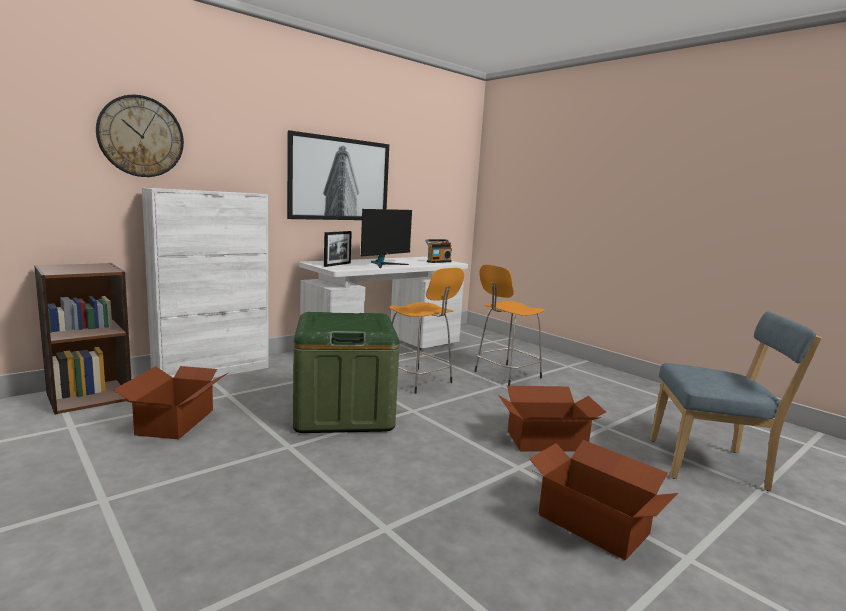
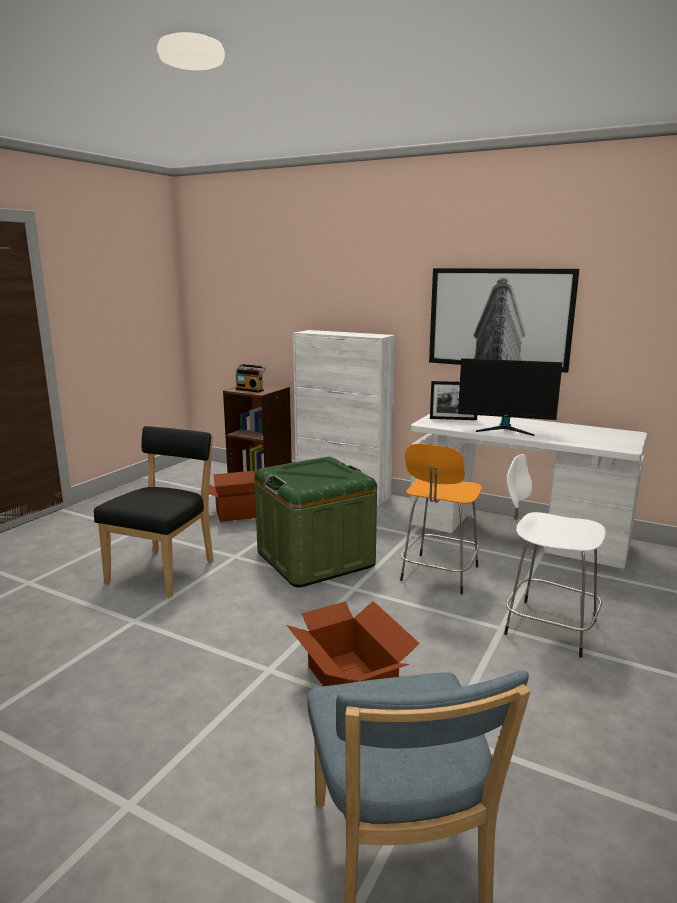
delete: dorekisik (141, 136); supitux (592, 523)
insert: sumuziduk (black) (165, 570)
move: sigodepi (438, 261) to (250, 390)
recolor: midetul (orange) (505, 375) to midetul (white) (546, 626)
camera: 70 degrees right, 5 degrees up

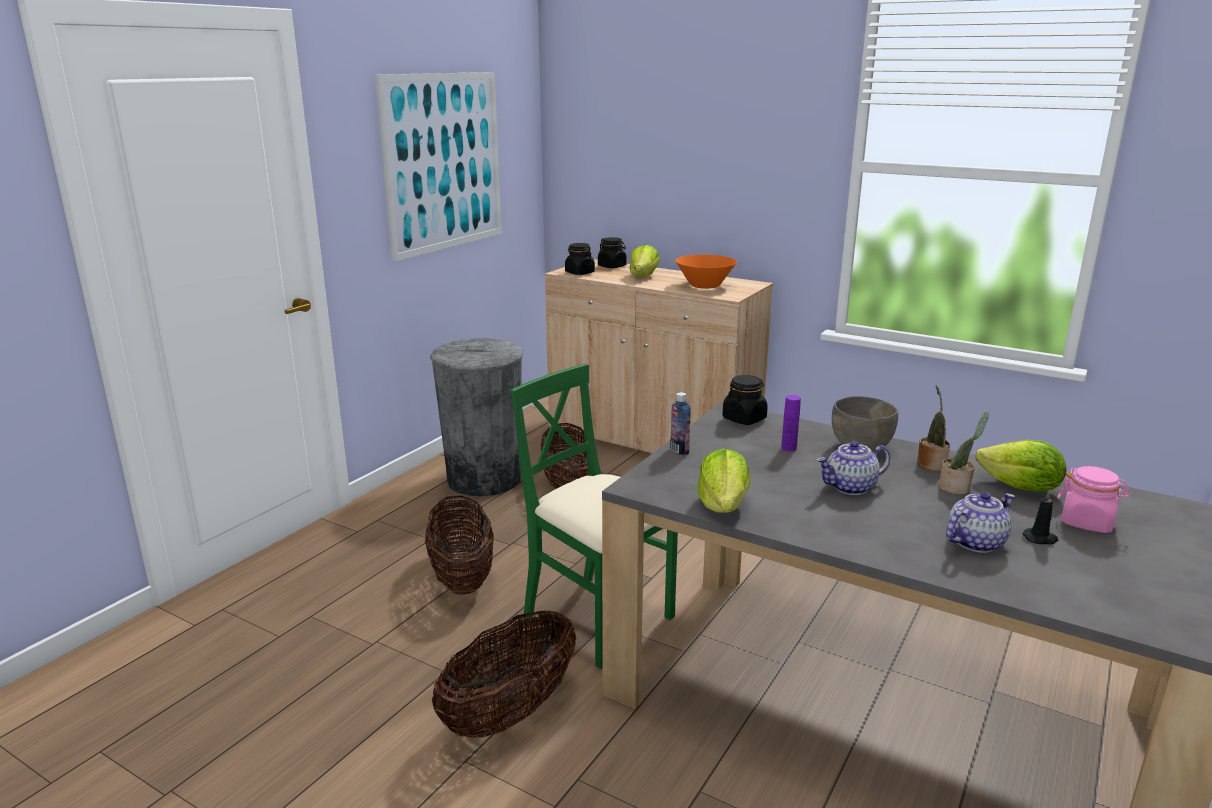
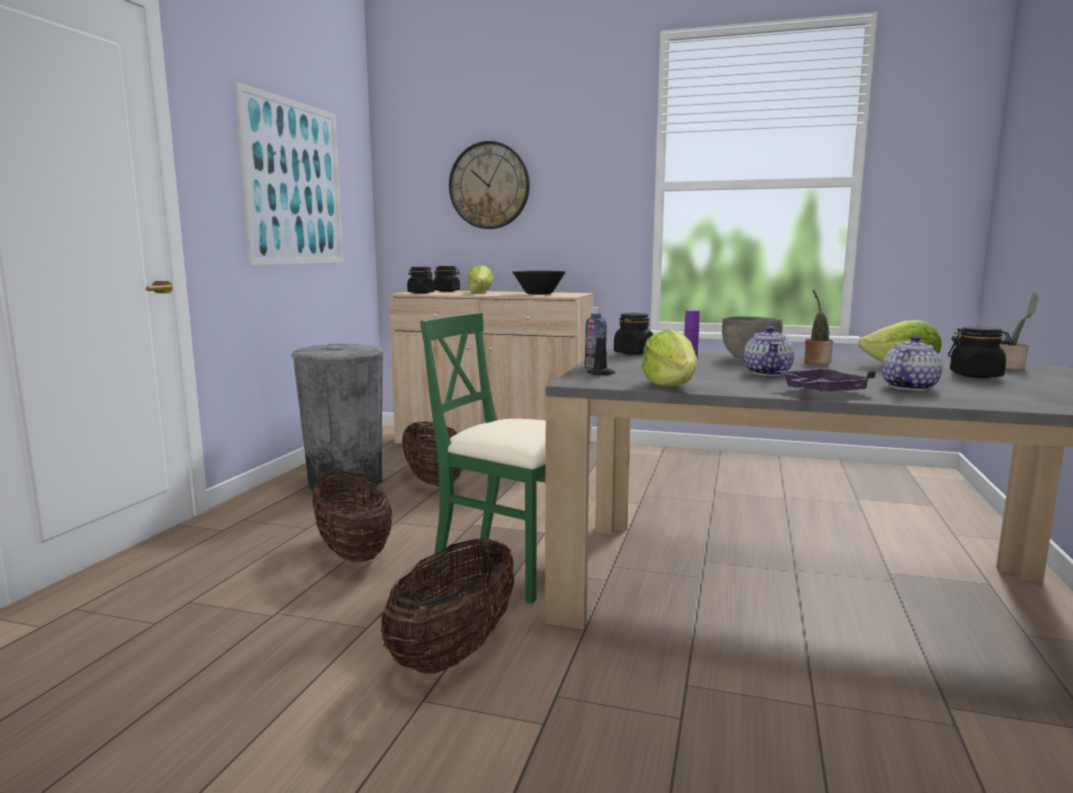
insert: dorekisik (489, 185); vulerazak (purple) (821, 392)
move: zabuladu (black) (1040, 539) to (601, 373); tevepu (957, 488) to (1011, 367)
recolor: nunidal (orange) (705, 286) to nunidal (black) (539, 294); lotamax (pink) (1087, 522) to lotamax (black) (976, 375)
rotate: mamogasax (850, 487) = (768, 373) 45 degrees counterclockwise
camera: 15 degrees left, 10 degrees down

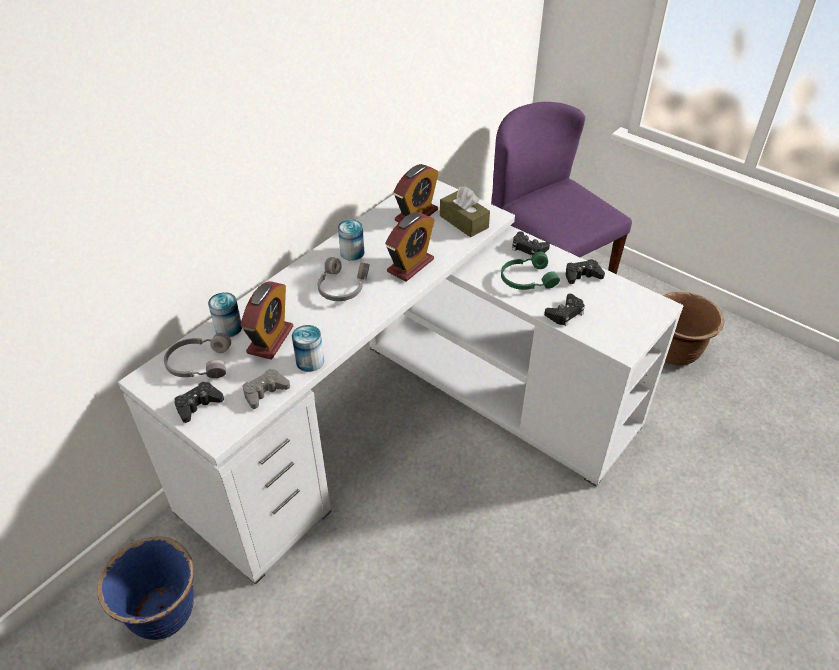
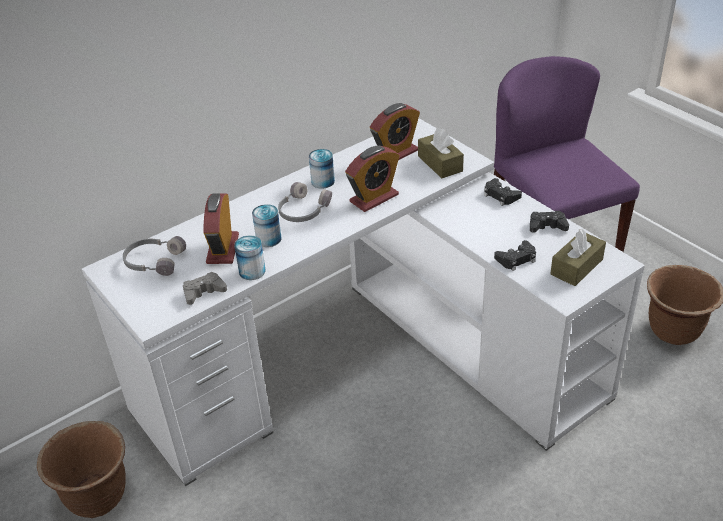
delete: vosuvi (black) (198, 405); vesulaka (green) (526, 279)
insert: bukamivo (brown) (576, 267)
move: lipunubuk (228, 328) to (268, 239)
recolor: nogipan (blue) (163, 613) to nogipan (brown) (97, 496)
rotate: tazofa (270, 340) = (223, 249) 150 degrees clockwise
camera: 15 degrees right, 5 degrees down

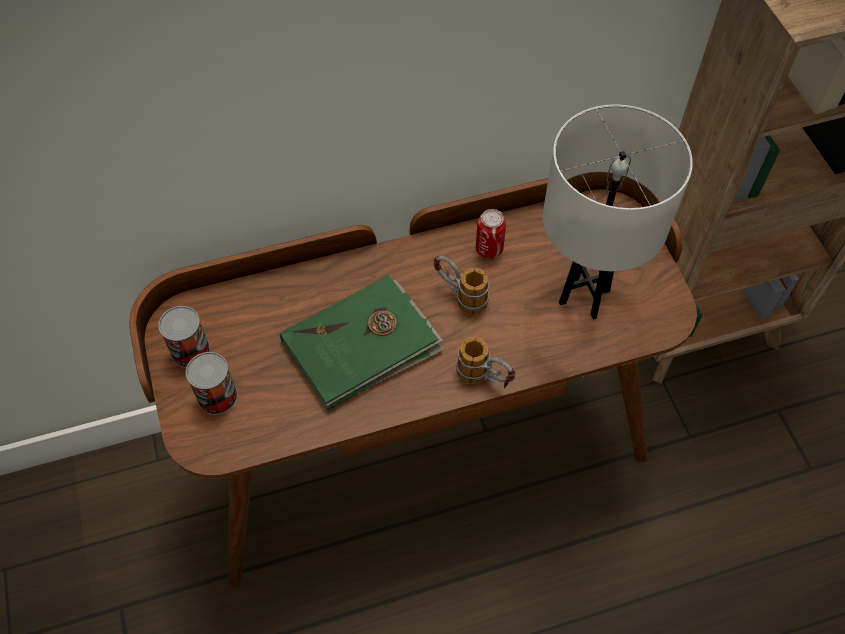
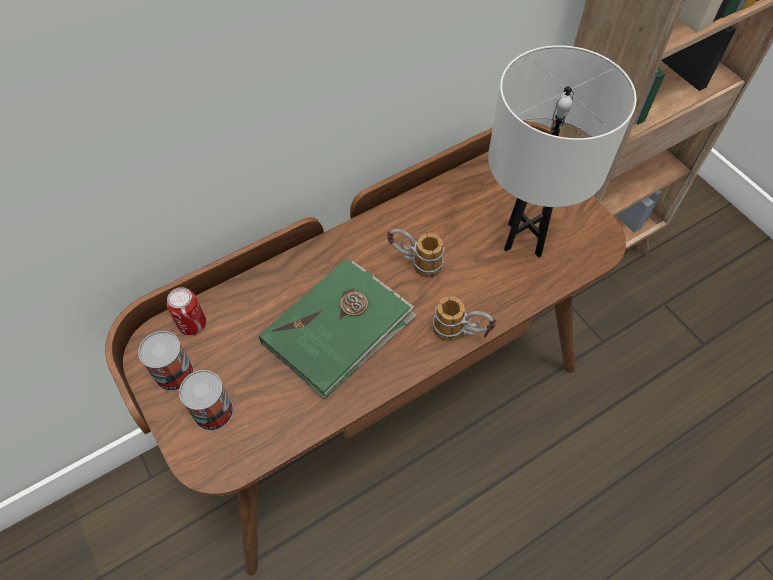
move: lipunubuk (489, 249) to (192, 324)
camera: 15 degrees left, 0 degrees up

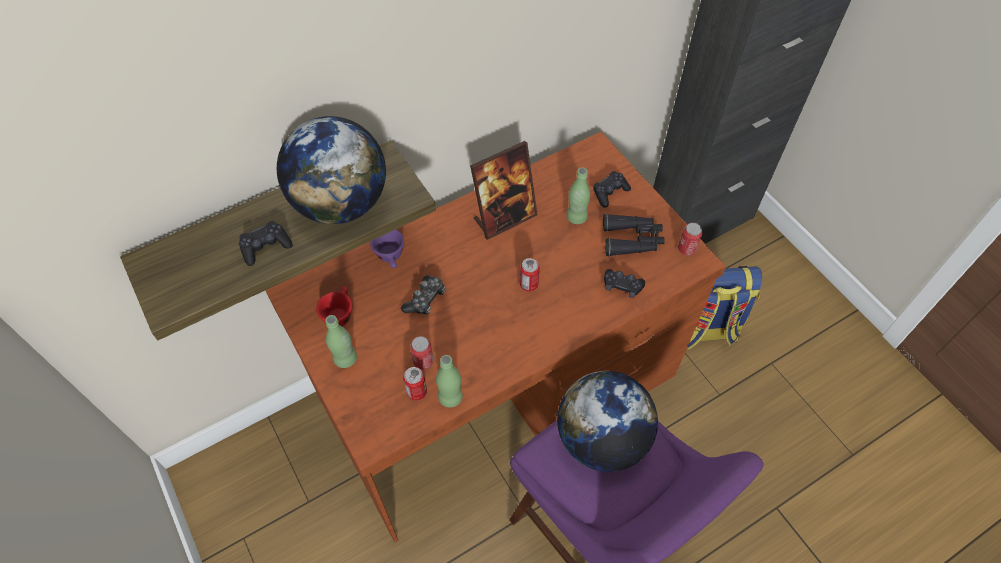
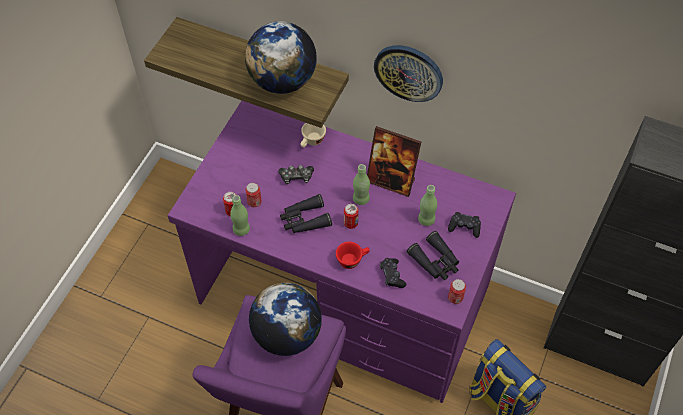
delete: vosuvi (black) (266, 247)
insert: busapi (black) (304, 220); dorekisik (409, 72)
move: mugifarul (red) (339, 313) to (352, 259); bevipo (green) (345, 359) to (361, 199)
recolor: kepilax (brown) (499, 389) to kepilax (purple) (344, 296); mugifarul (purple) (391, 257) to mugifarul (beige) (312, 142)
camera: 55 degrees right, 0 degrees up

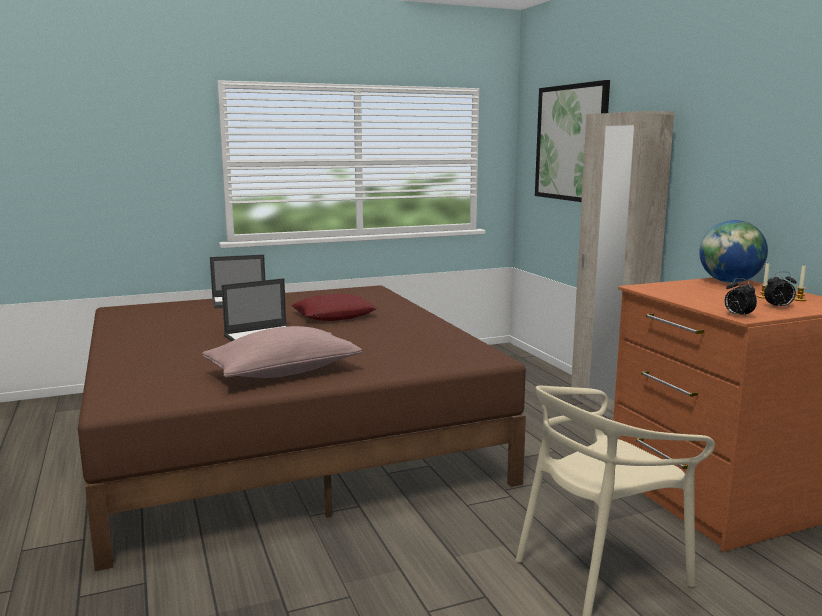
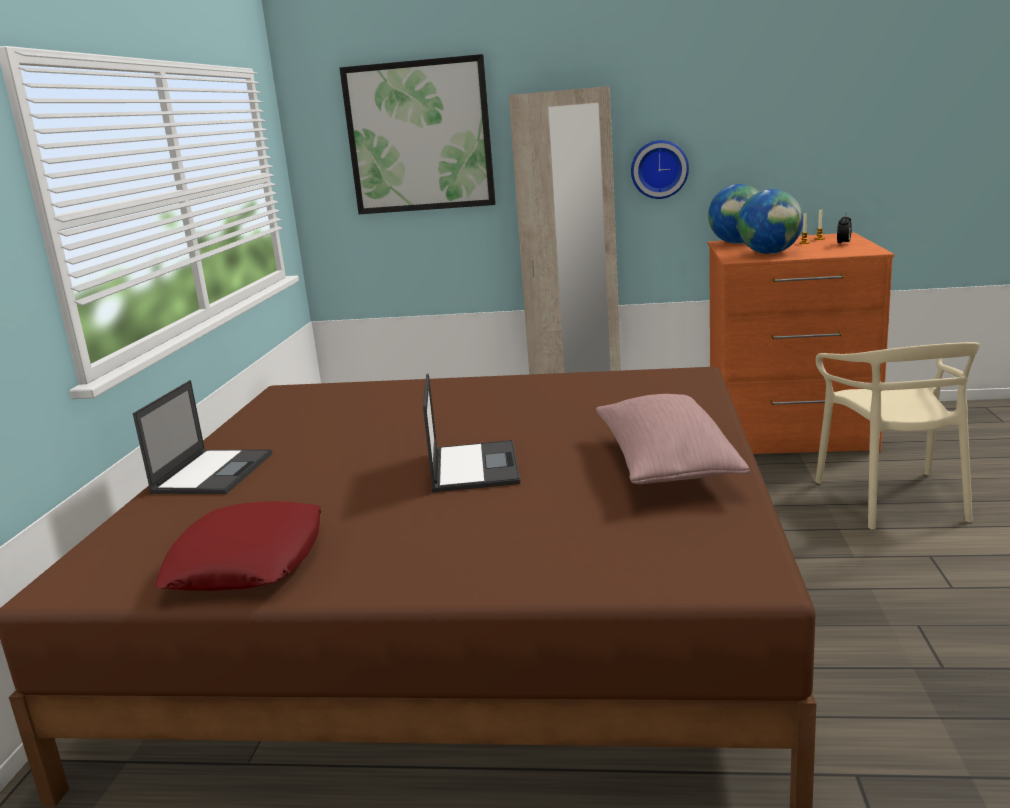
delete: tazofa (737, 315)
insert: dorekisik (659, 169); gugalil (769, 253)
move: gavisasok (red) (334, 315) to (247, 560)
camera: 60 degrees left, 5 degrees up

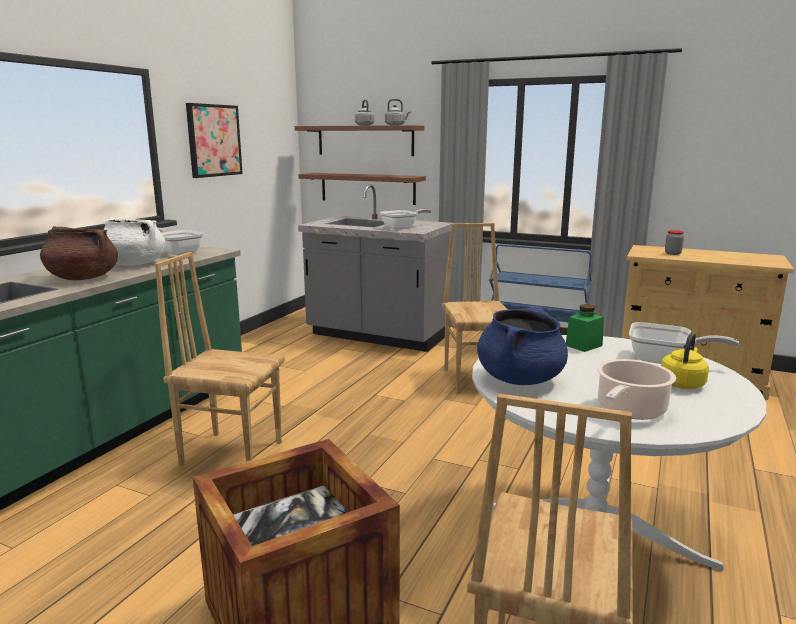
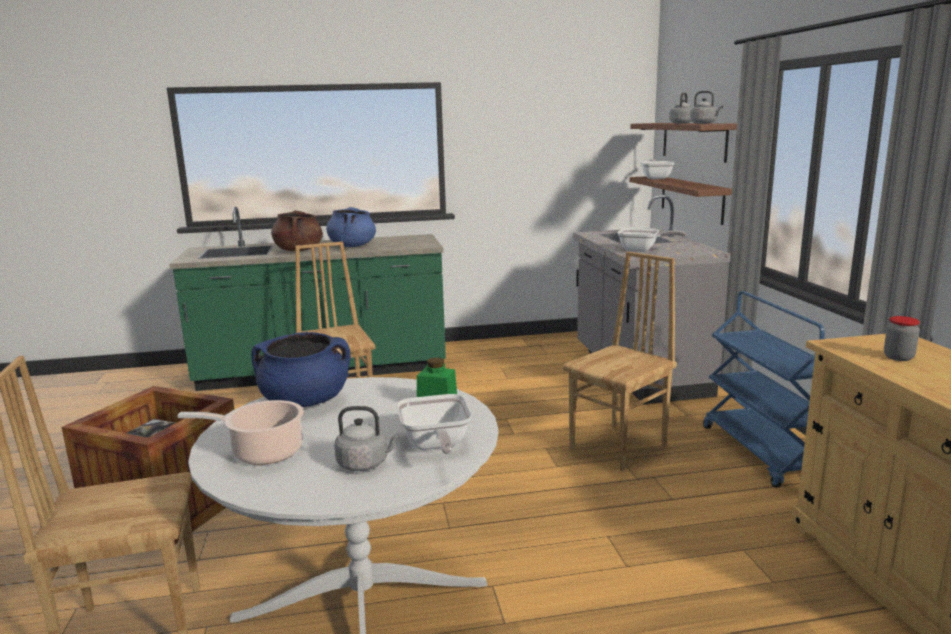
delete: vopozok (214, 140)
move: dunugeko (178, 252) to (656, 178)
recolor: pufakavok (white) (134, 264) to pufakavok (blue) (352, 246); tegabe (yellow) (682, 383) to tegabe (grey) (365, 464)
camera: 55 degrees right, 0 degrees up

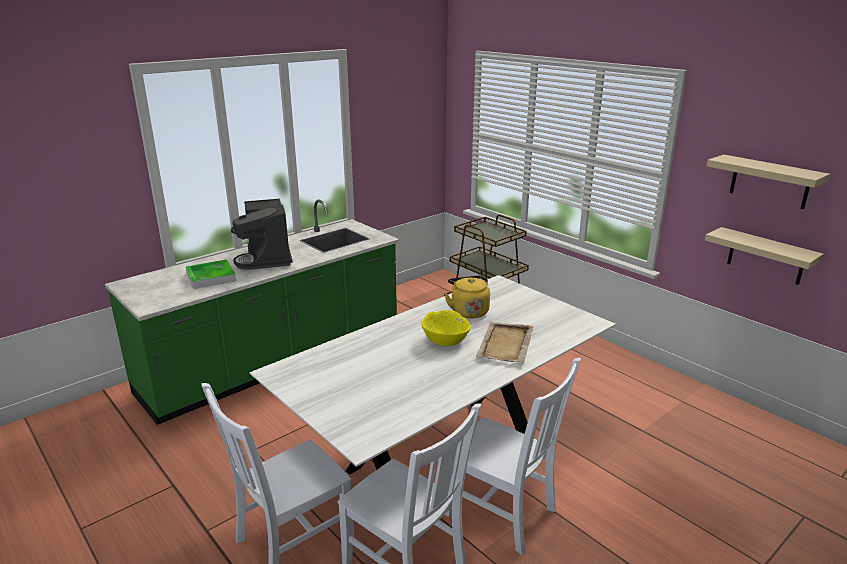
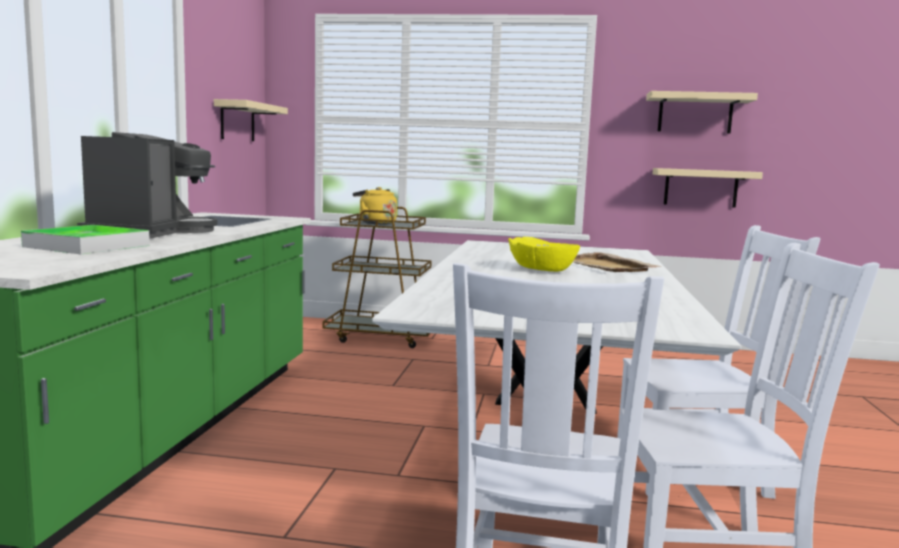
insert: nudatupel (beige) (237, 121)
move: tegabe (yellow) (468, 311) to (375, 223)
rotate: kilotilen (267, 258) = (151, 232) 120 degrees counterclockwise
camera: 40 degrees left, 15 degrees down

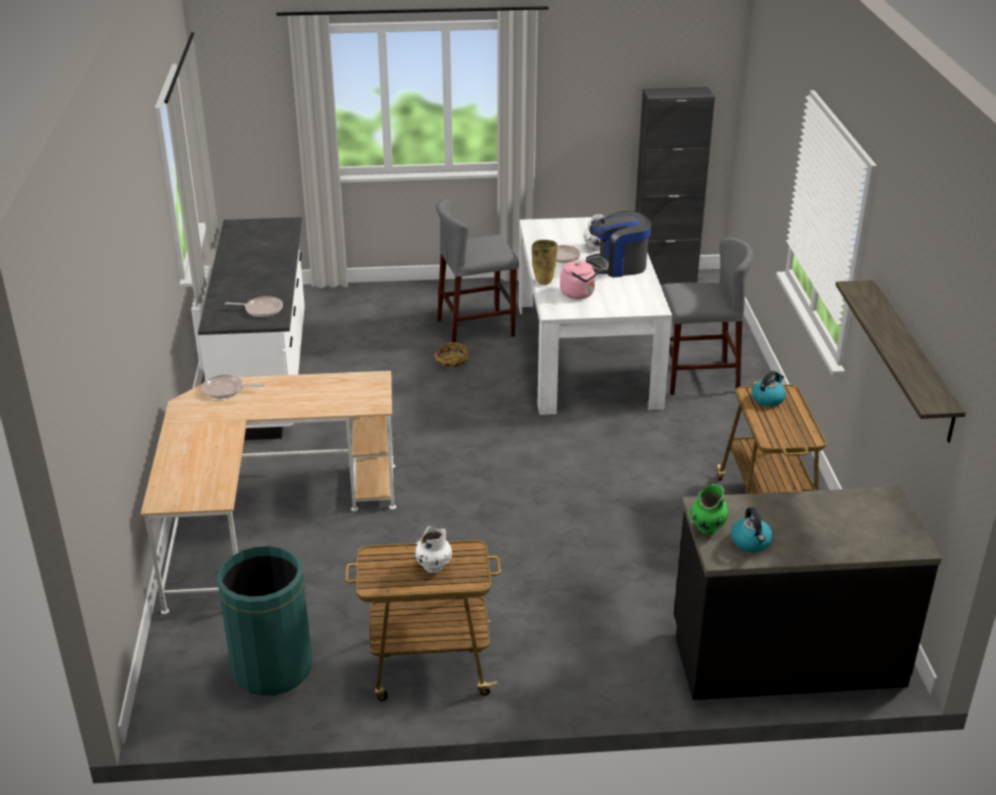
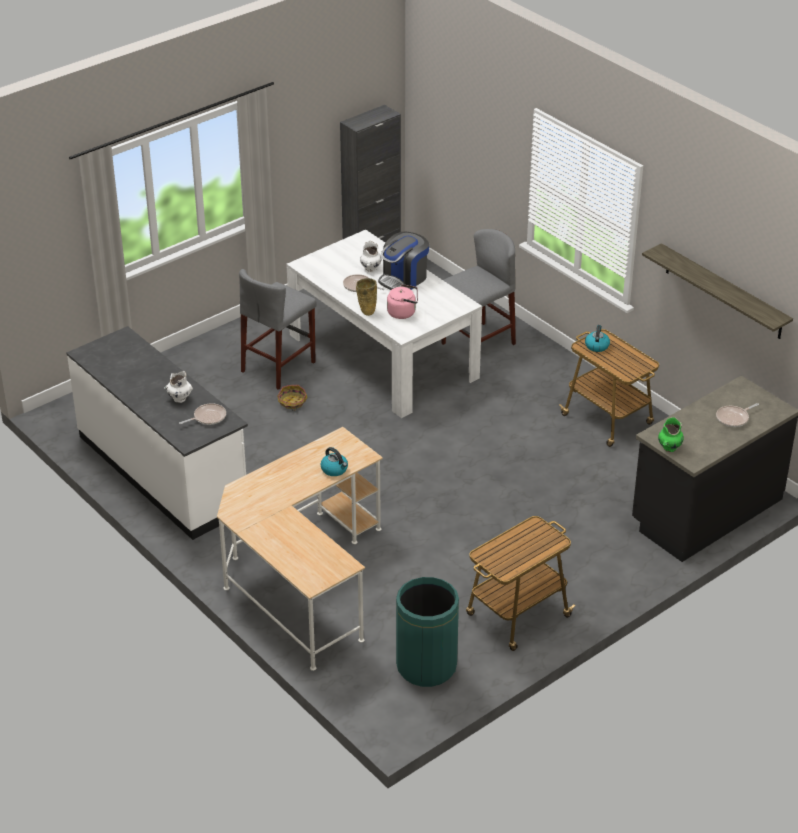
move: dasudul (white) (433, 567) to (179, 399); tegabe (751, 542) to (335, 469); dunugeko (226, 390) to (734, 418)
camera: 35 degrees left, 5 degrees up

